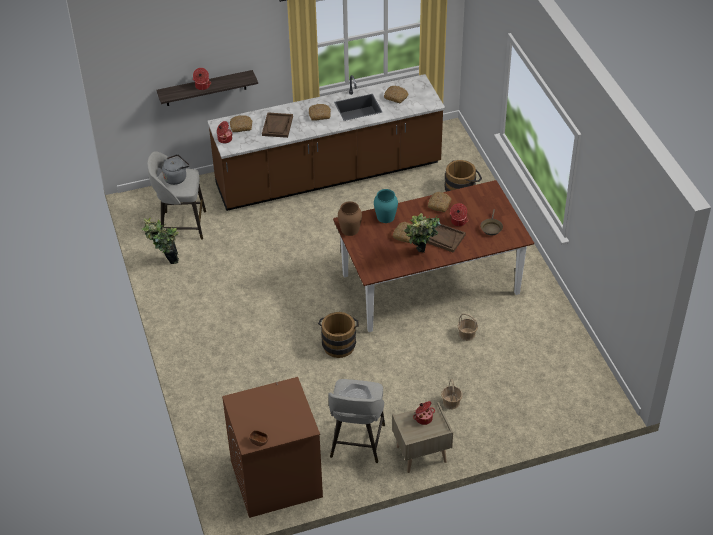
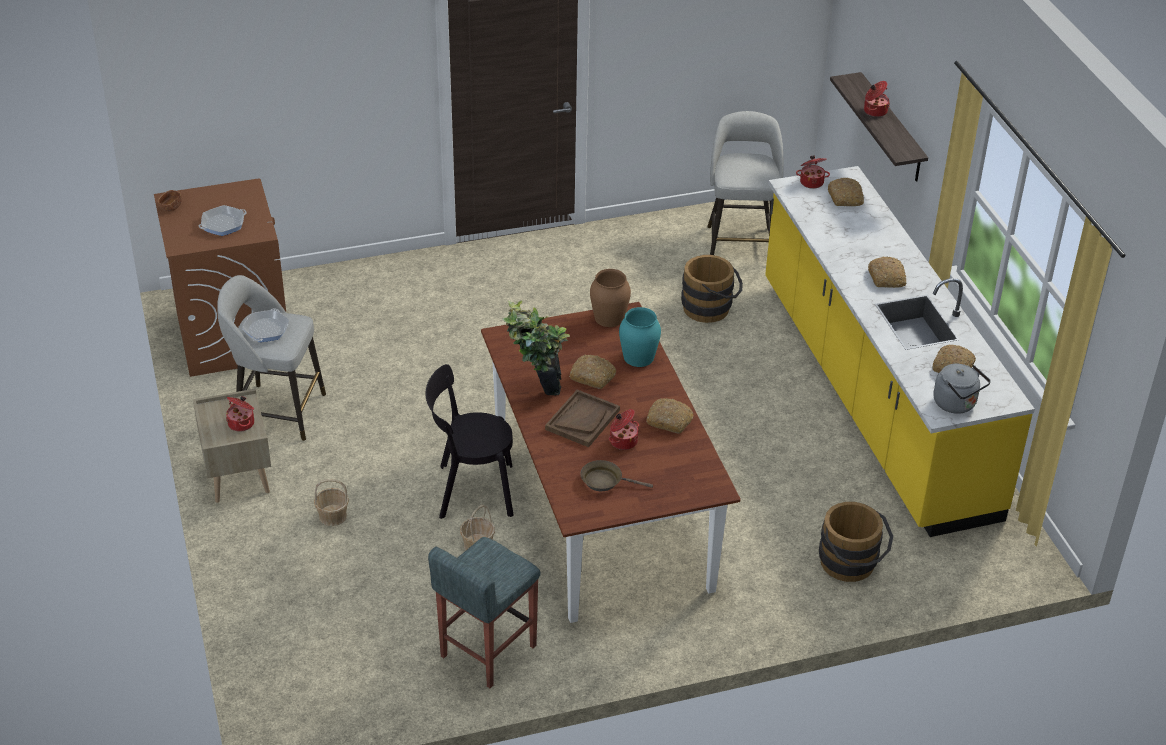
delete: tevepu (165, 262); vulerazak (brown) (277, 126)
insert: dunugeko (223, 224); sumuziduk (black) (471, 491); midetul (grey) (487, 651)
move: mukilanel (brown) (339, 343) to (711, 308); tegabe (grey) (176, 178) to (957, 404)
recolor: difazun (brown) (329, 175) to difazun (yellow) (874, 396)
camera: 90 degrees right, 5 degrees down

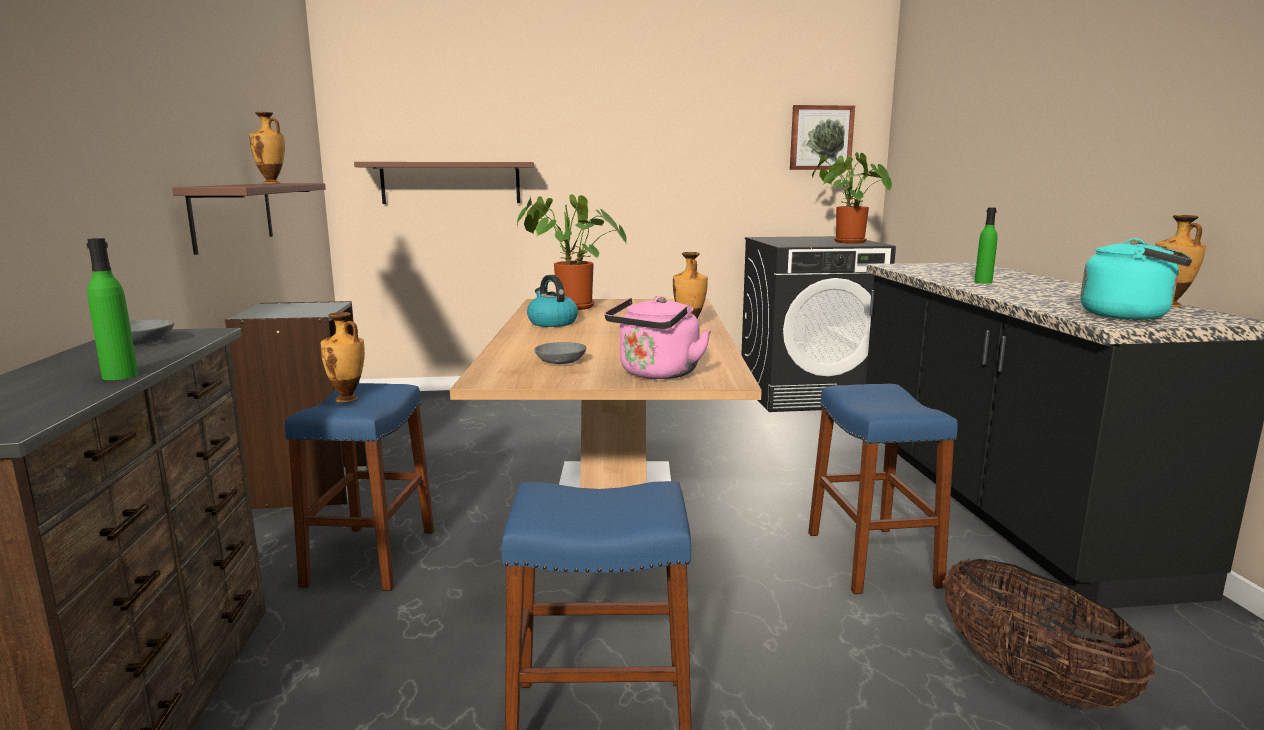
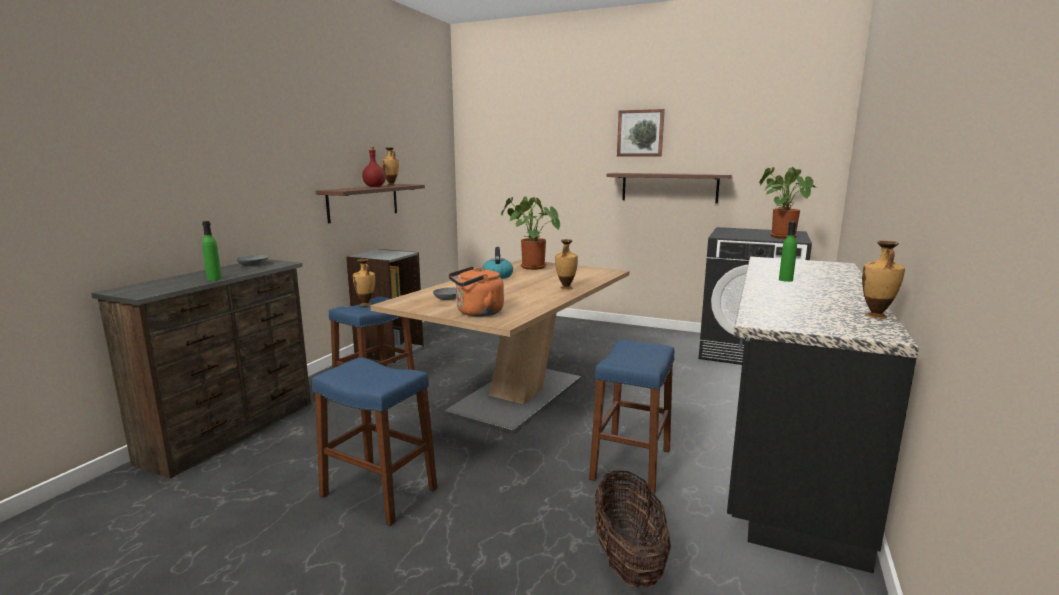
delete: tegabe (turquoise) (1130, 316)
insert: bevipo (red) (374, 186)
move: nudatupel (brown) (451, 183) to (669, 187); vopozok (821, 138) to (640, 133)
recolor: tegabe (pink) (656, 374) to tegabe (orange) (477, 313)
camera: 30 degrees right, 0 degrees up

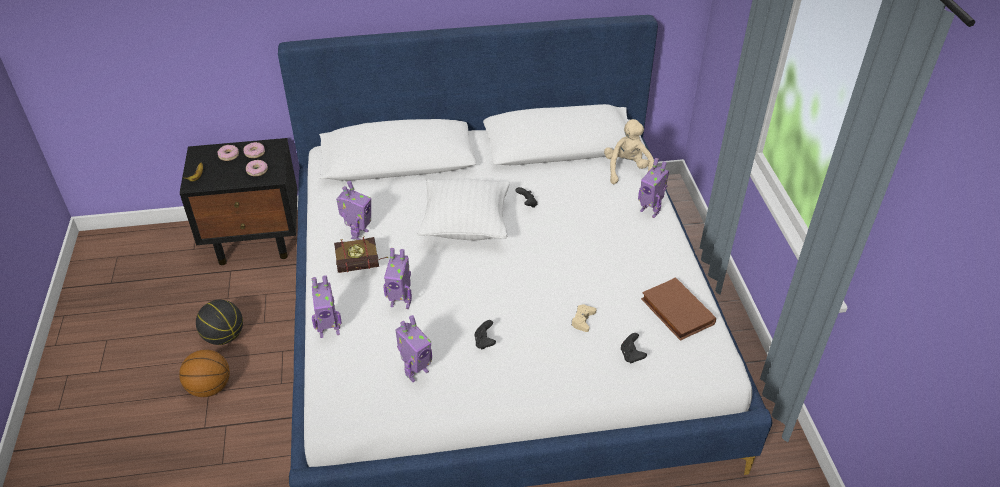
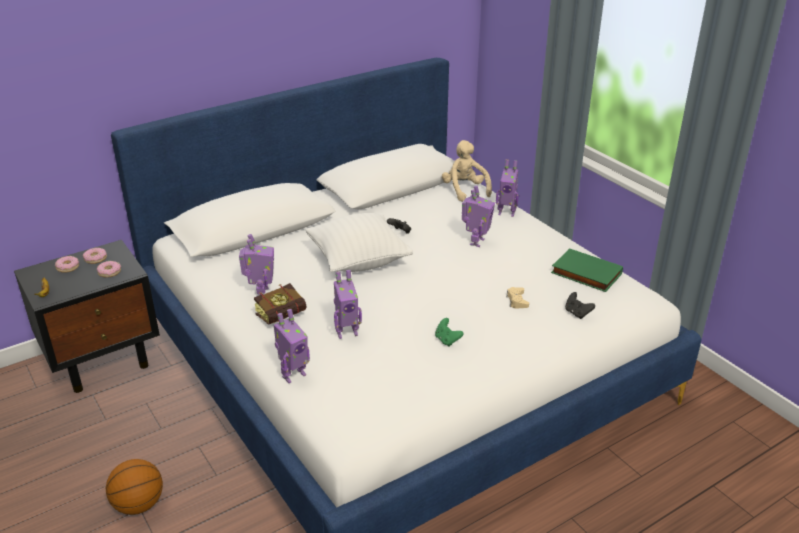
delete: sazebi (224, 336)
move: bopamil (416, 372) to (476, 242)
recolor: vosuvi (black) (484, 342) to vosuvi (green) (447, 340); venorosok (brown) (675, 312) to venorosok (green) (585, 274)
camera: 25 degrees left, 10 degrees down

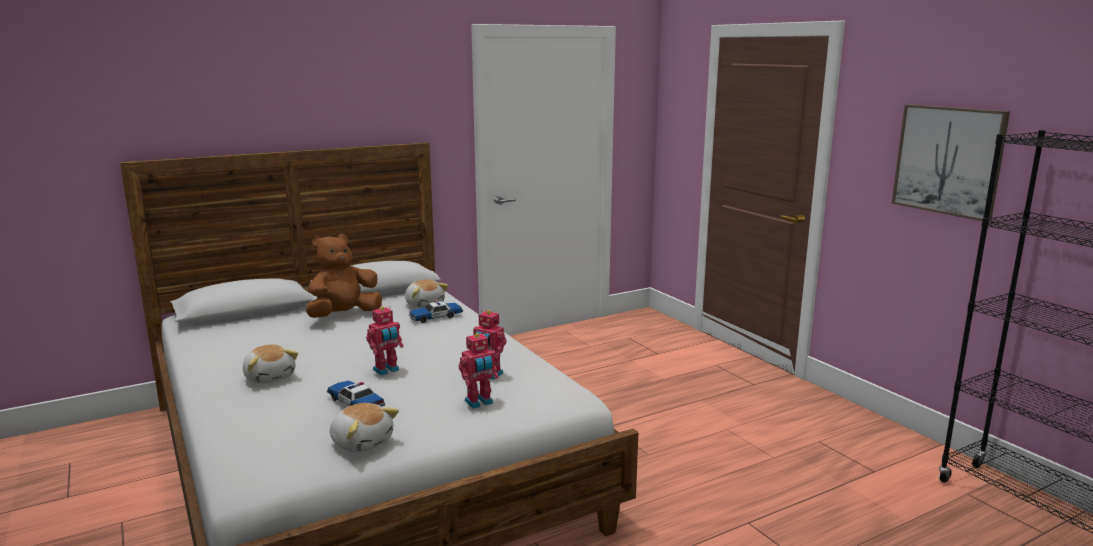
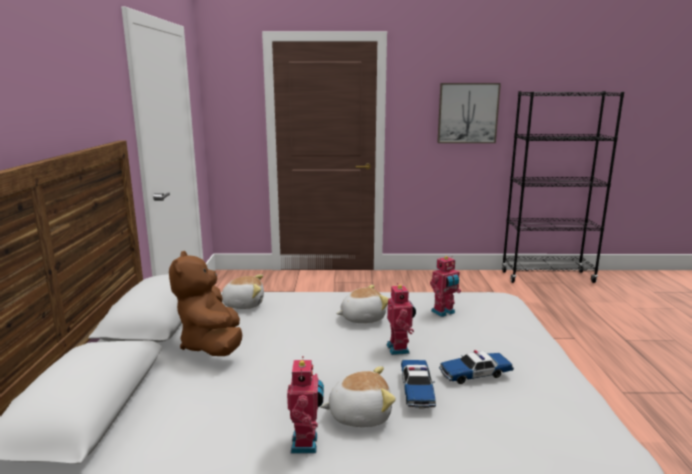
move: bopamil (479, 403) to (306, 443); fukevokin (362, 442) to (362, 318); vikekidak (436, 317) to (417, 389)
camera: 60 degrees left, 0 degrees up

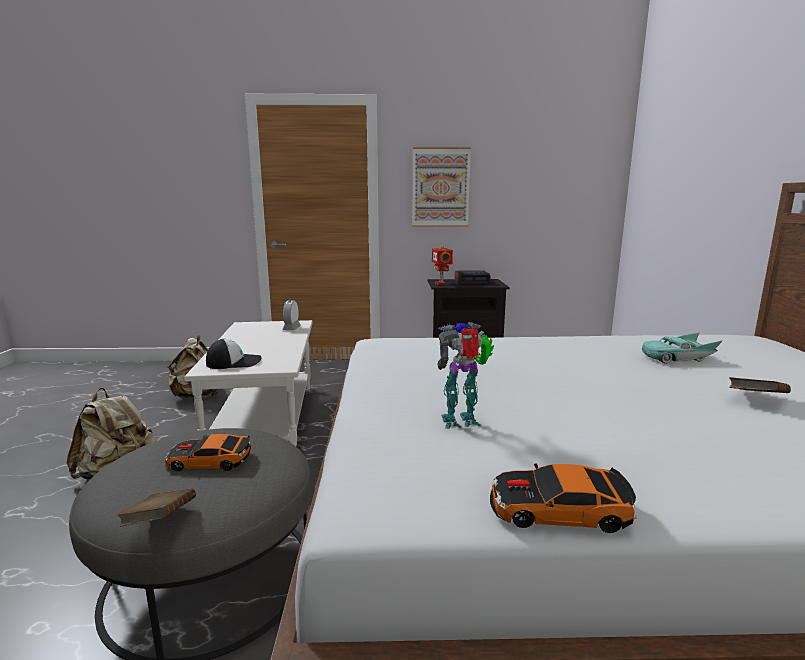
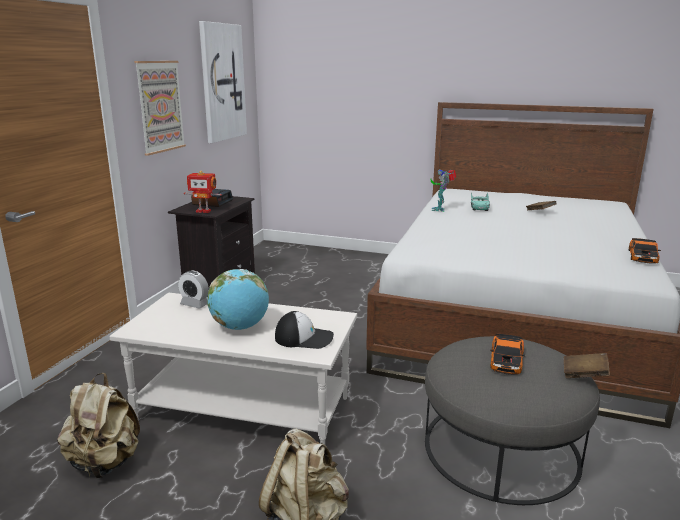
insert: vopozok (222, 82); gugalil (240, 327)
move: bopamil (462, 422) to (440, 209)
rotate: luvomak (234, 362) = (304, 338) 90 degrees clockwise
camera: 70 degrees left, 5 degrees up

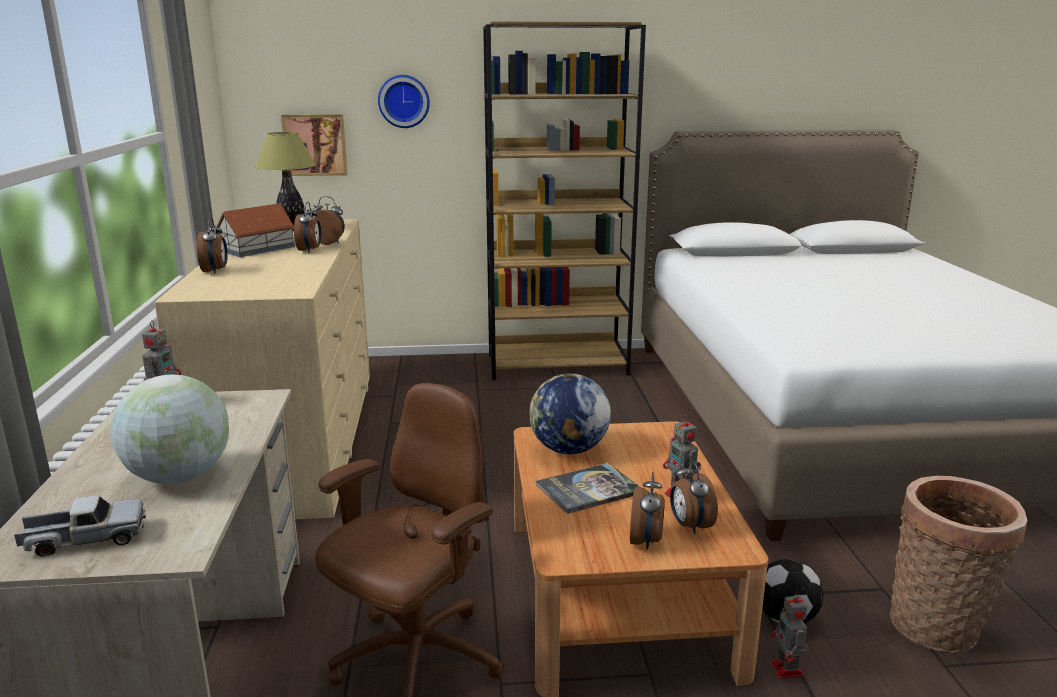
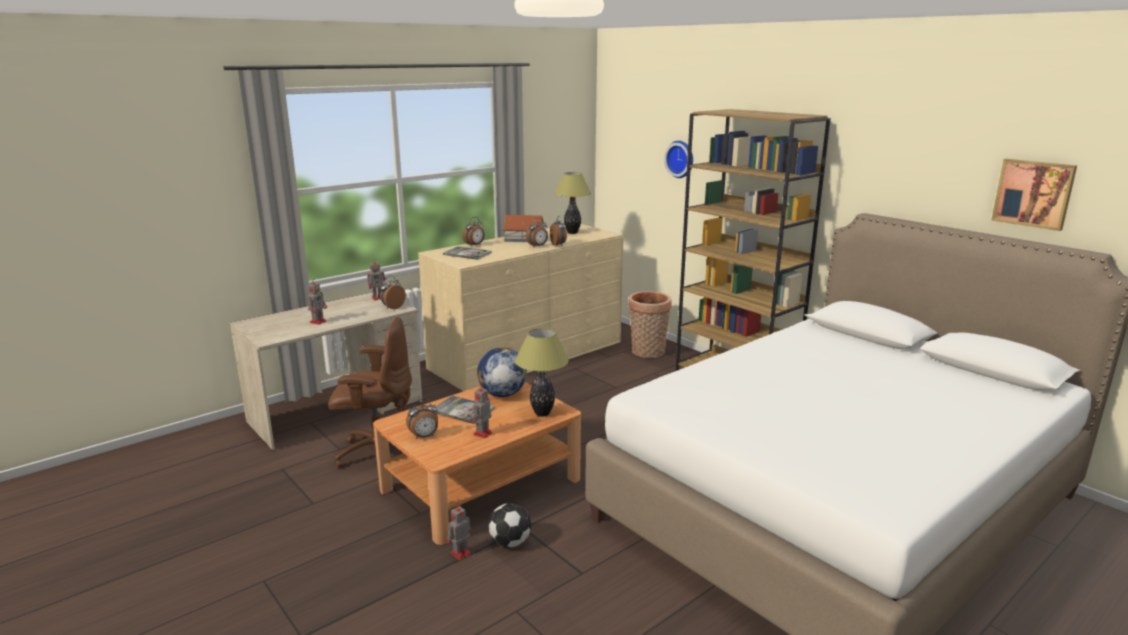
delete: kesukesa (85, 539)
insert: venorosok (467, 254); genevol (542, 413)
move: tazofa (689, 525) to (392, 307); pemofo (939, 629) to (647, 353); vopozok (315, 144) to (1033, 193)
replace: gugalil (179, 477) to bopamil (318, 321)
camera: 55 degrees right, 0 degrees up

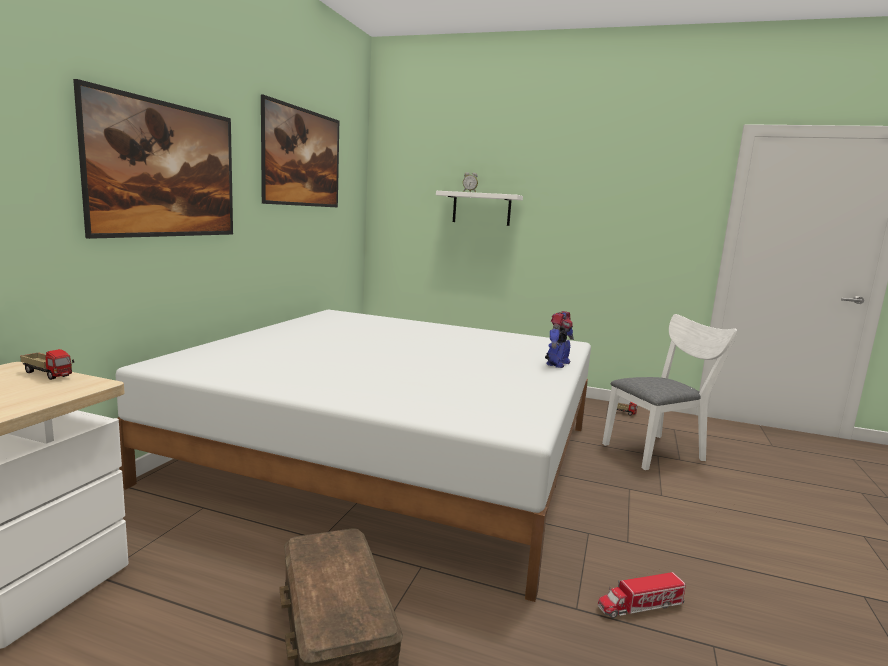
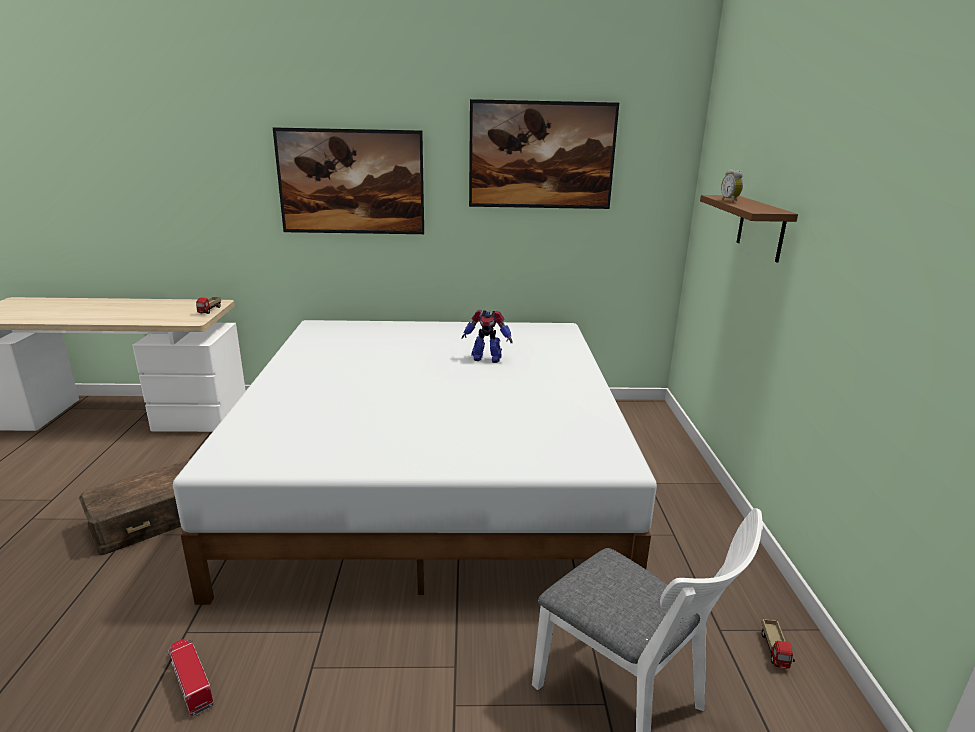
move: bopamil (557, 364) to (486, 358)
recolor: nudatupel (white) (481, 208) to nudatupel (brown) (761, 228)
camera: 70 degrees right, 10 degrees up

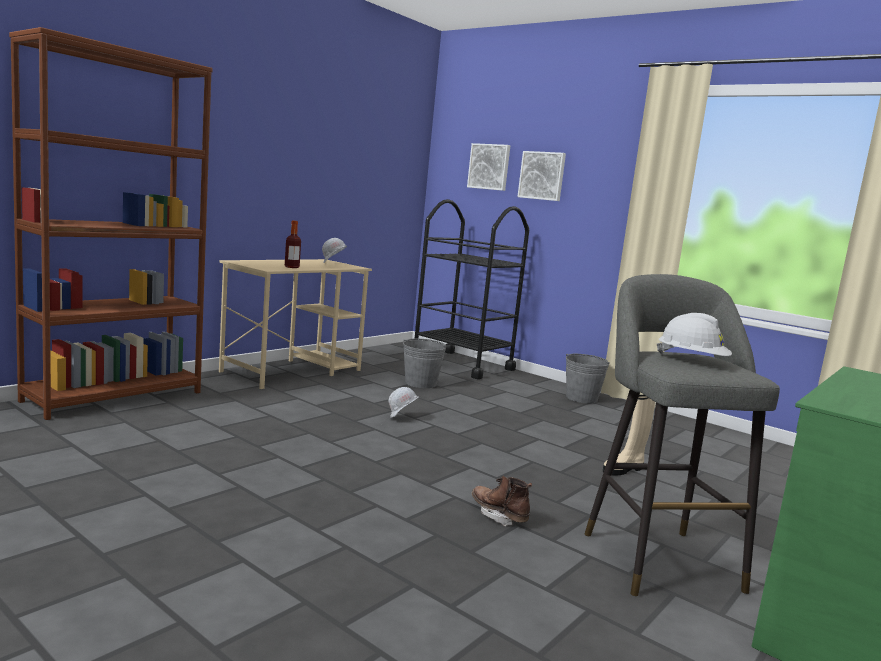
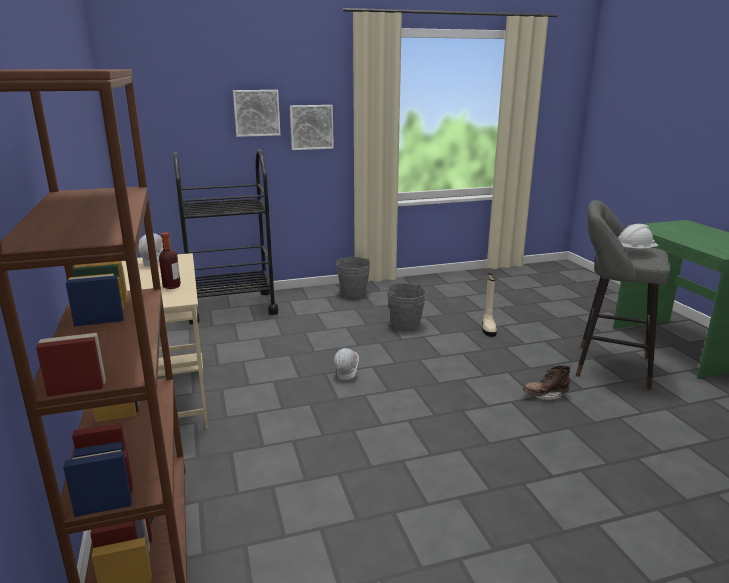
move: vopozok (489, 167) to (311, 127); mukilanel (grey) (420, 383) to (405, 324)
camera: 55 degrees left, 10 degrees up

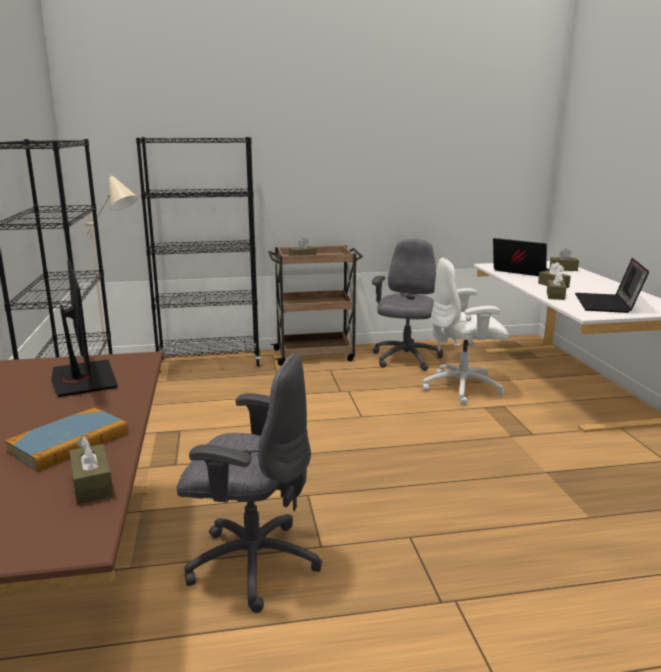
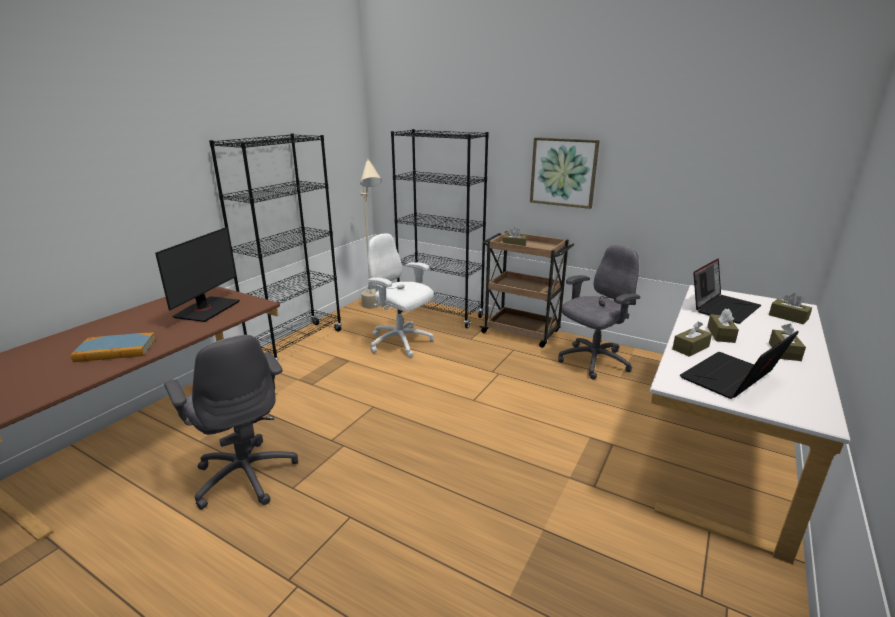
insert: vopozok (563, 172)
move: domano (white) (463, 388) to (401, 343); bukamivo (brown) (92, 485) to (784, 351)
rotate: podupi (522, 272) = (723, 308) 60 degrees clockwise
camera: 40 degrees right, 5 degrees up

